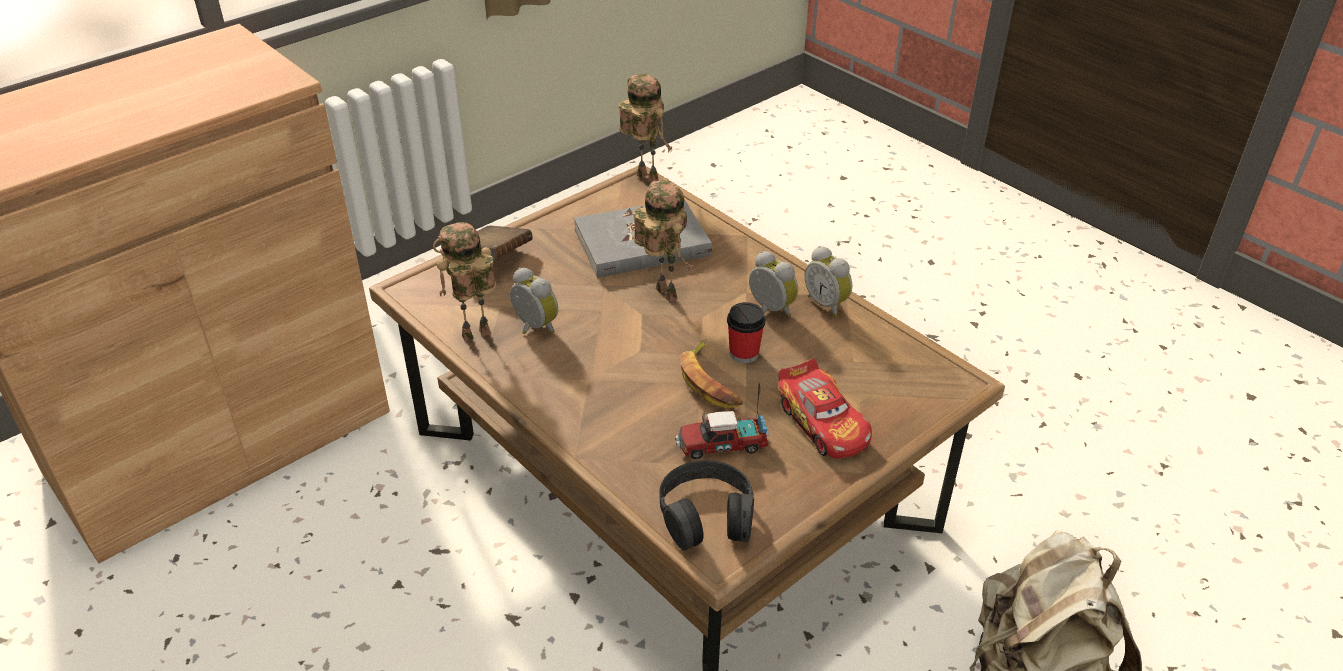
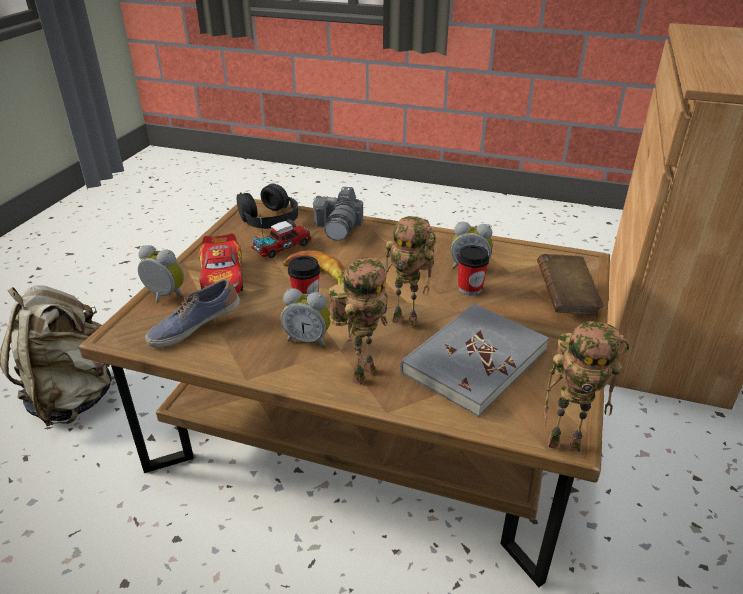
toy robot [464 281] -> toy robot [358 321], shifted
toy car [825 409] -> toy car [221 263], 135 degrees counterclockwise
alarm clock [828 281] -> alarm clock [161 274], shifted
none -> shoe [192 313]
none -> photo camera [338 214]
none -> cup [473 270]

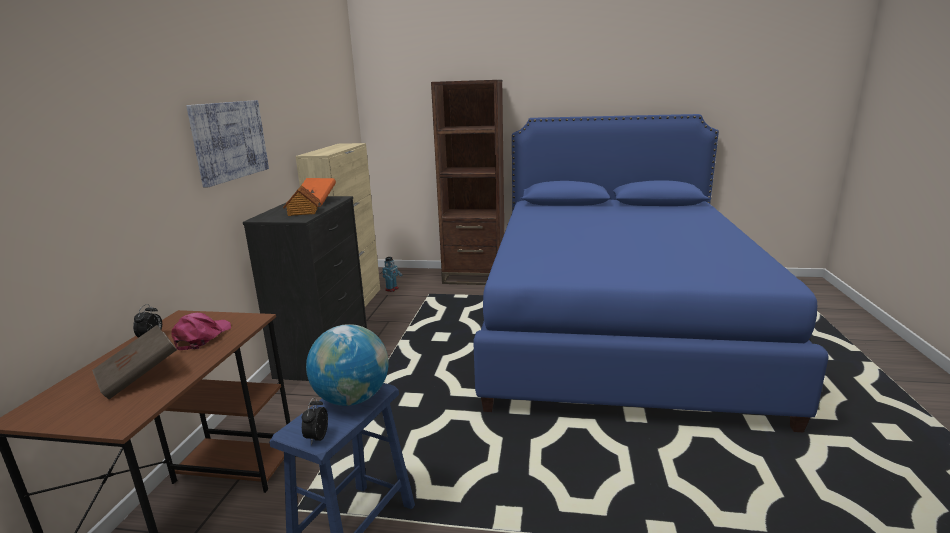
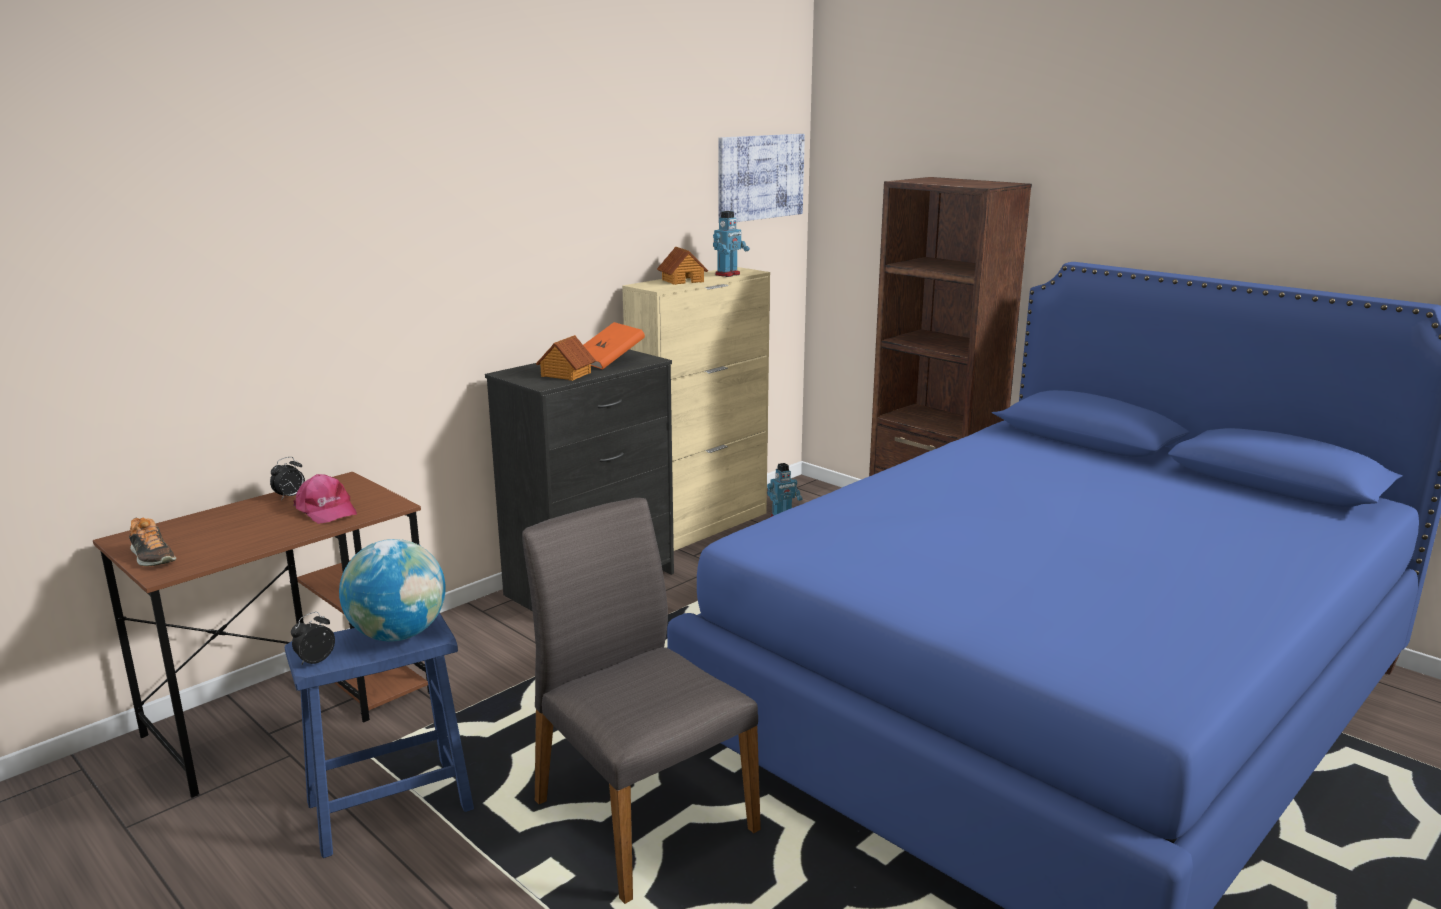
brown book [134 362] -> none
pink cap [201 331] -> pink cap [325 499], 90 degrees clockwise
picture [227 143] -> picture [761 178], shifted
none -> shoe [152 541]
none -> grey chair [641 701]
none -> toy house [682 266]
none -> toy robot [731 244]

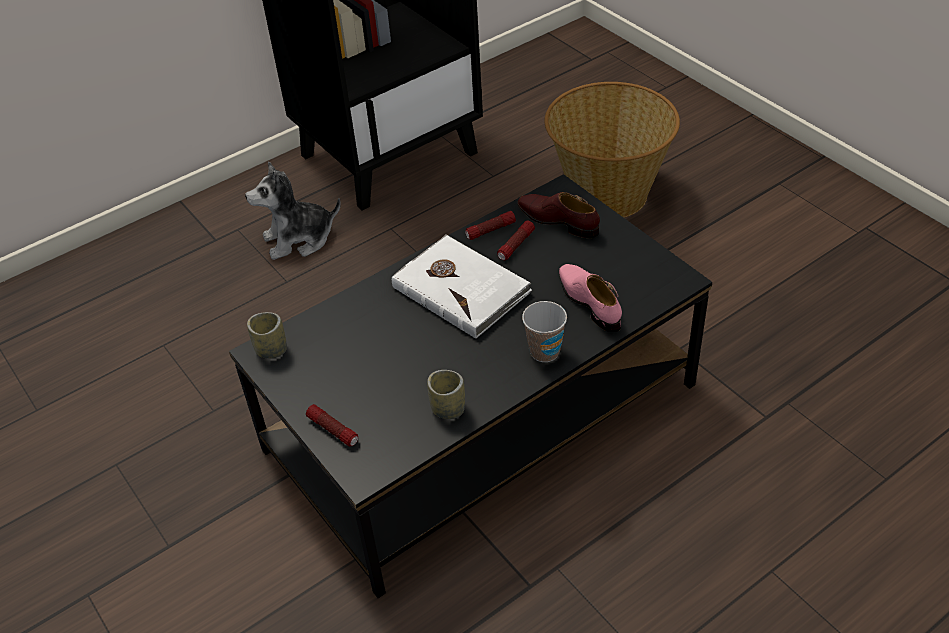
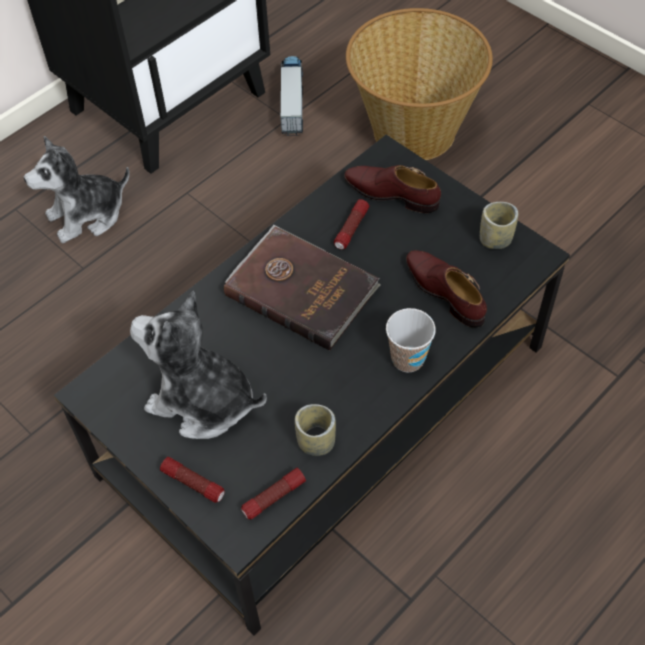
cup [267 335] -> cup [499 225], shifted
white book [462 286] -> brown book [302 288]
flashlight [490 225] -> flashlight [273 494], shifted
pink shoe [590 298] -> brown shoe [446 289]
none -> plush toy [198 365]
none -> toy truck [291 96]

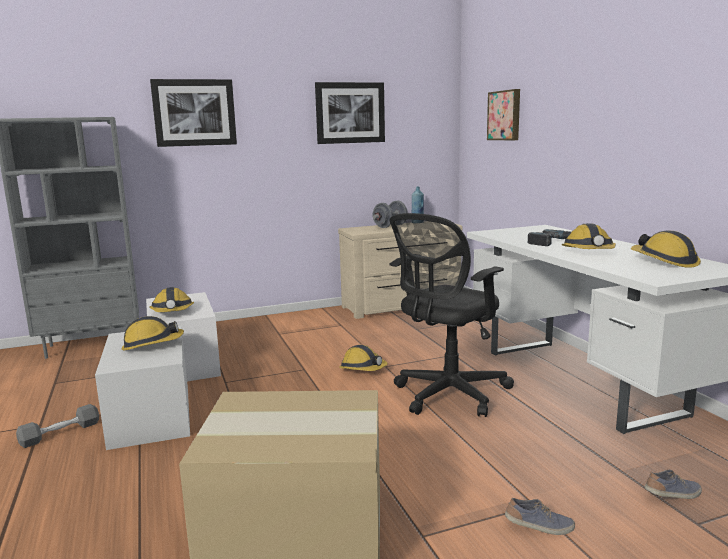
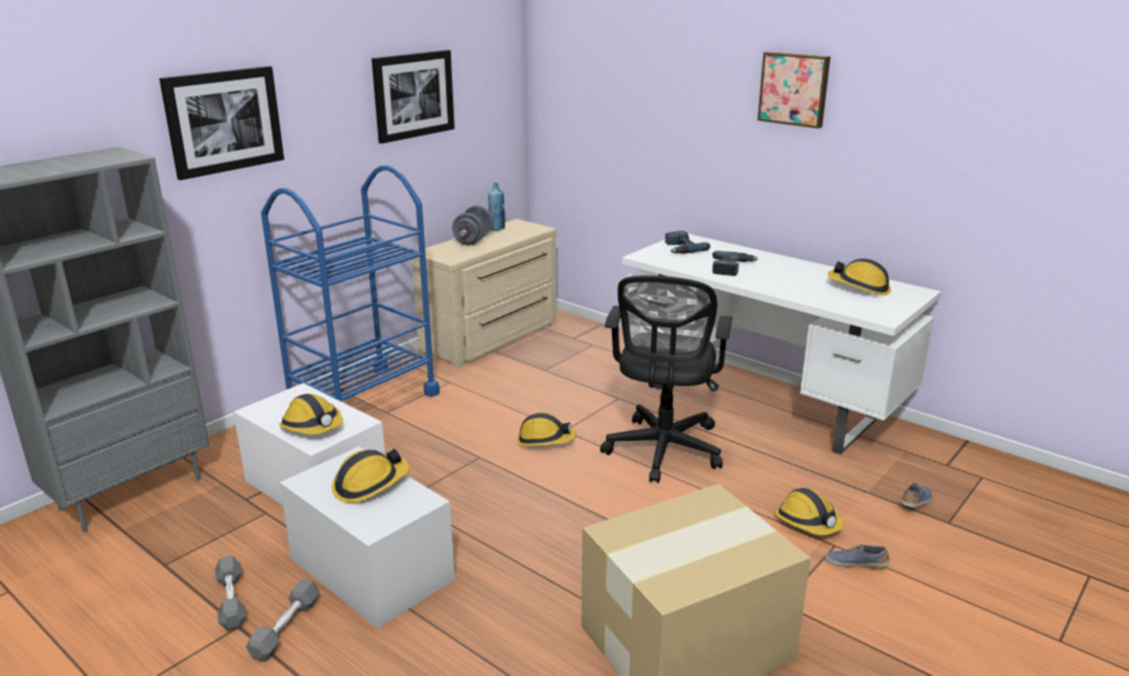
picture [503 114] -> picture [794 90], shifted
shoe [540 516] -> shoe [857 555], 135 degrees counterclockwise
hard hat [588 236] -> hard hat [809 511], shifted
none -> grey dumbbell [230 593]
none -> blue cart [350 283]
none -> power drill [687 242]

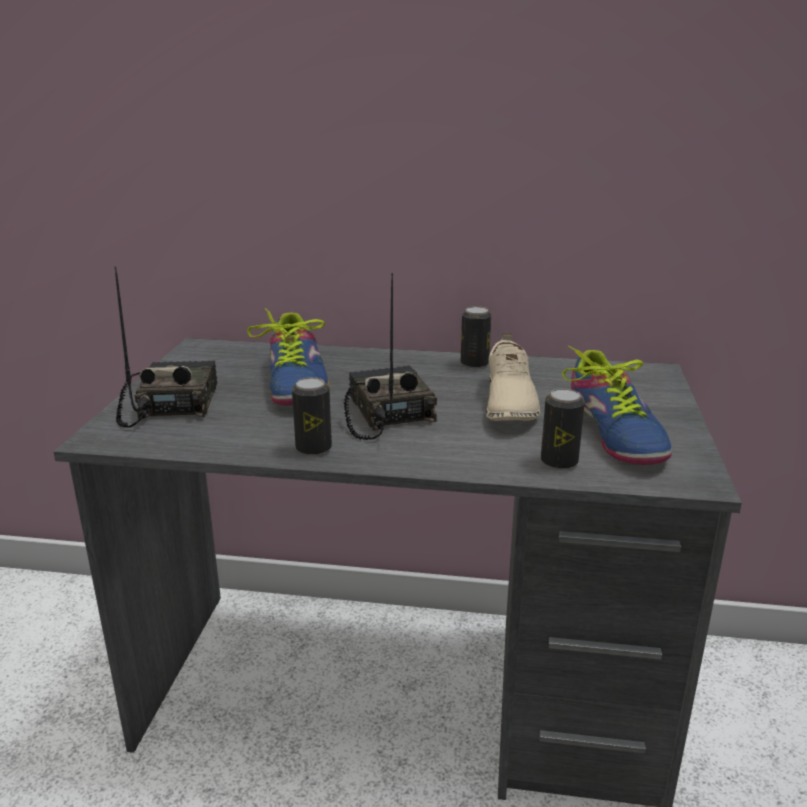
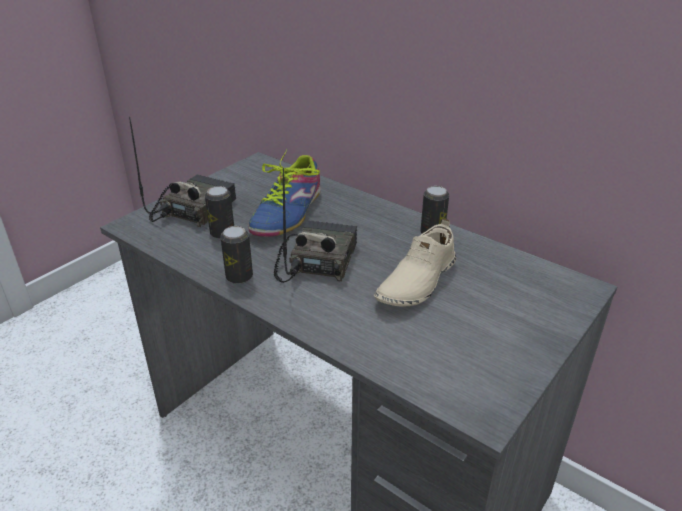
can [563 429] -> can [219 212], shifted
shoe [617 405] -> none

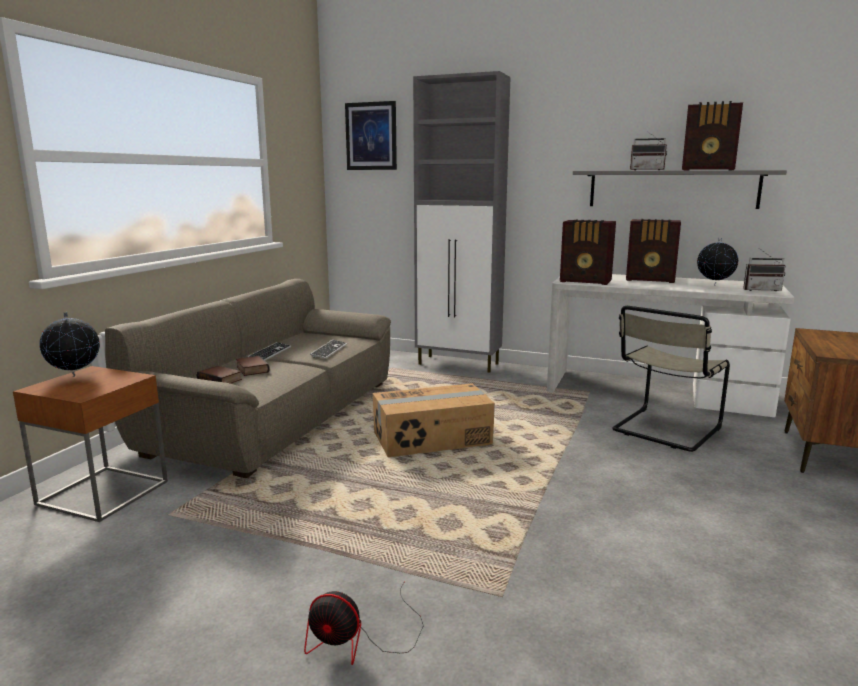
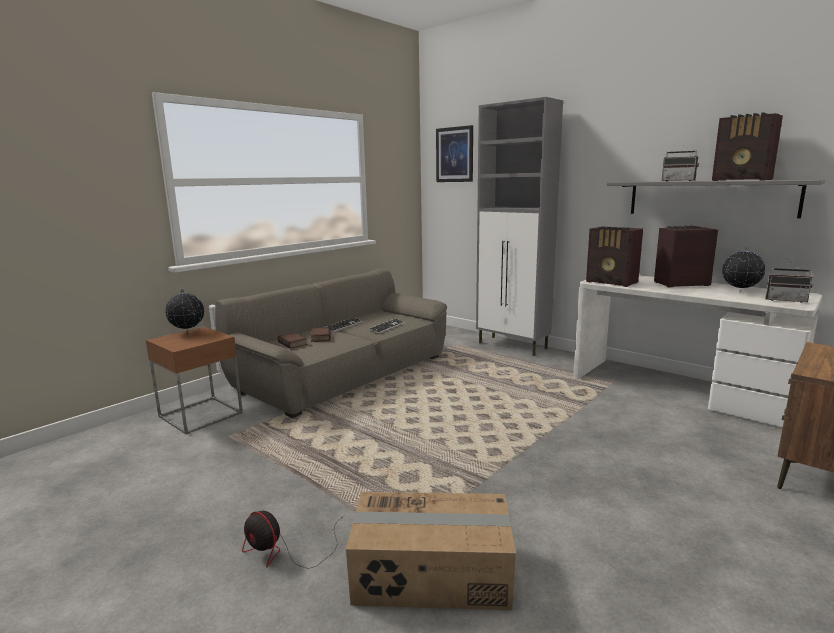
cardboard box [434 420] -> cardboard box [431 551], shifted
beige chair [671 379] -> none
radio [653 251] -> radio [686 256], 135 degrees clockwise

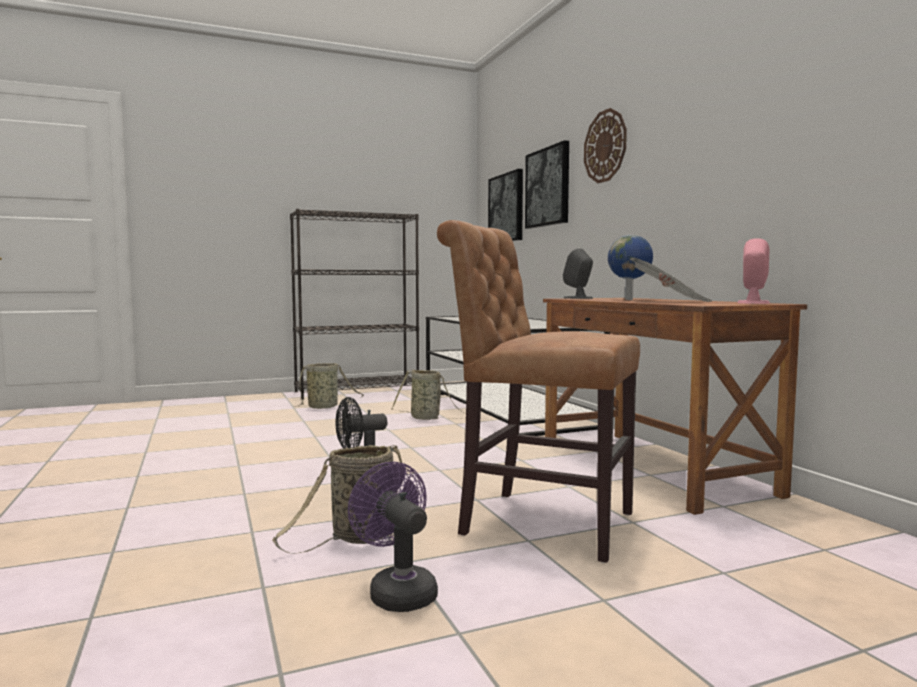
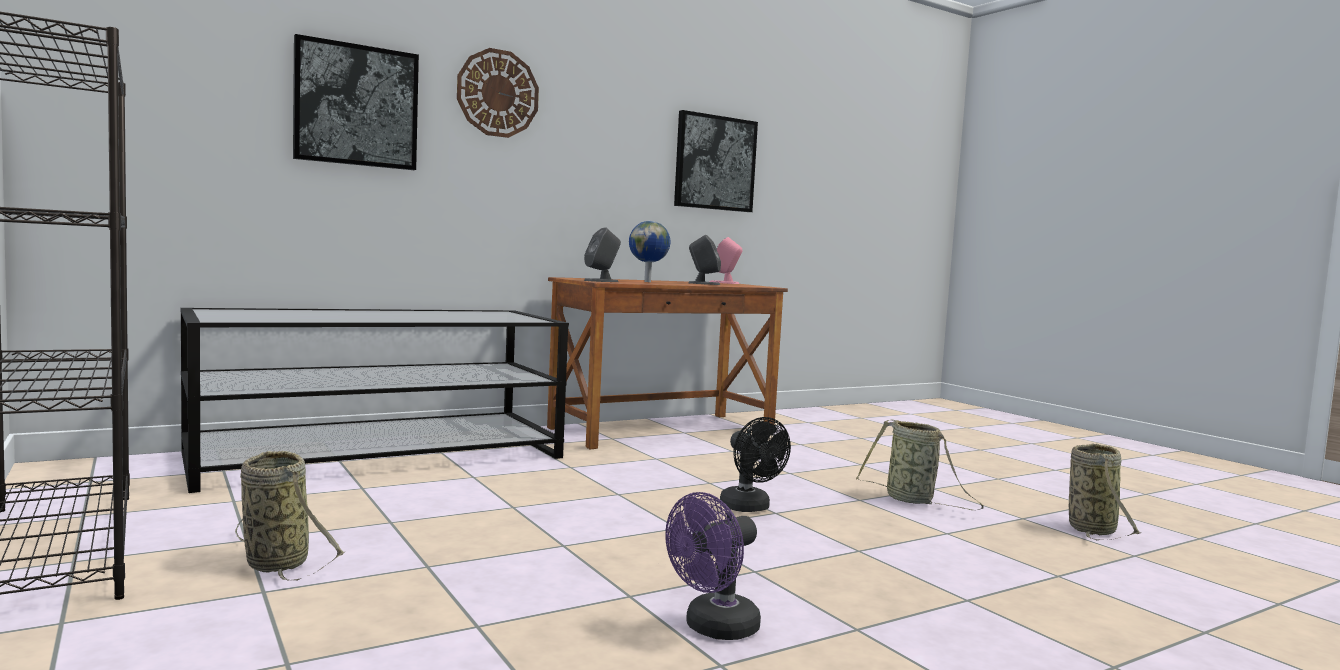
purple fan [393 537] -> purple fan [713 566], shifted
basket [428 395] -> basket [1105 491], shifted
brown chair [538 391] -> none
picture [505 205] -> picture [716 161], shifted
newspaper [671 280] -> grey speaker [704 260]

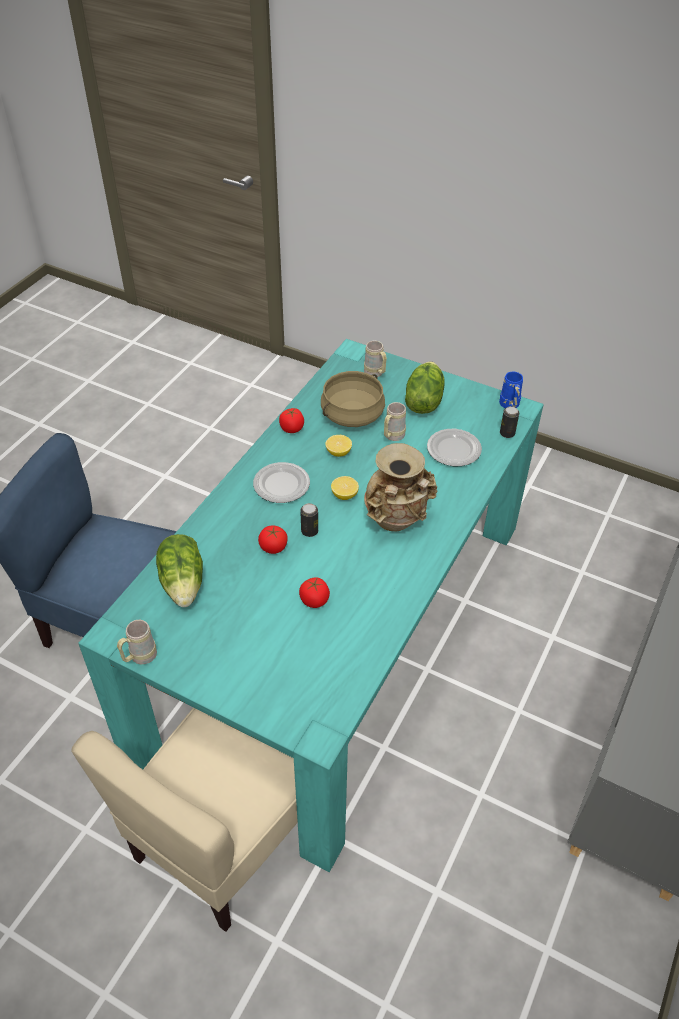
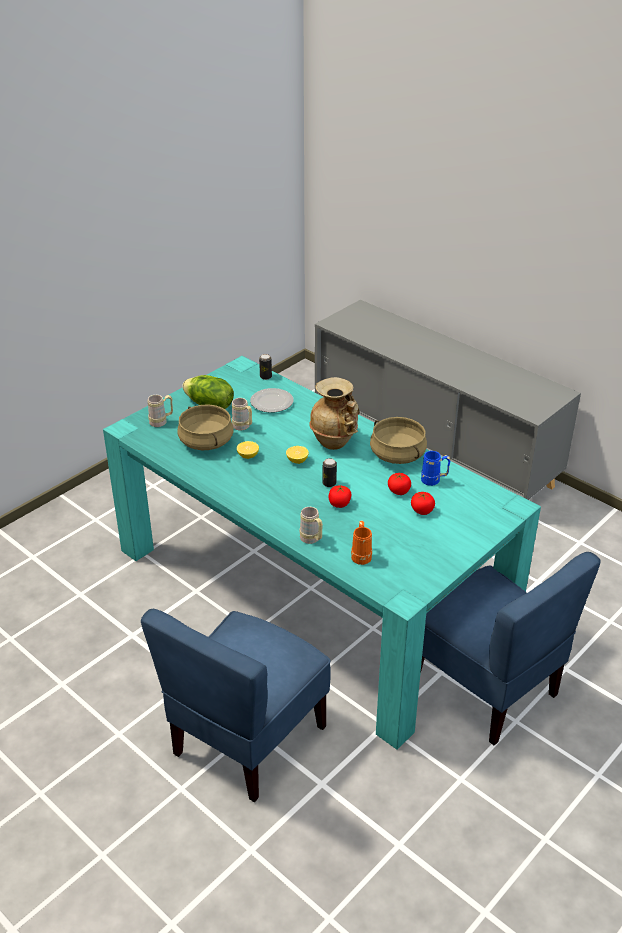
beige chair [184 820] -> blue chair [510 648]
beige mug [137 642] -> beige mug [311 525], shifted
lettuce [179 570] -> orange mug [361 542]
plate [281 482] -> none
tomato [291 420] -> tomato [423 503], shifted
blue mug [511 390] -> blue mug [436 468], shifted
none -> beige cooking pot [398 440]

